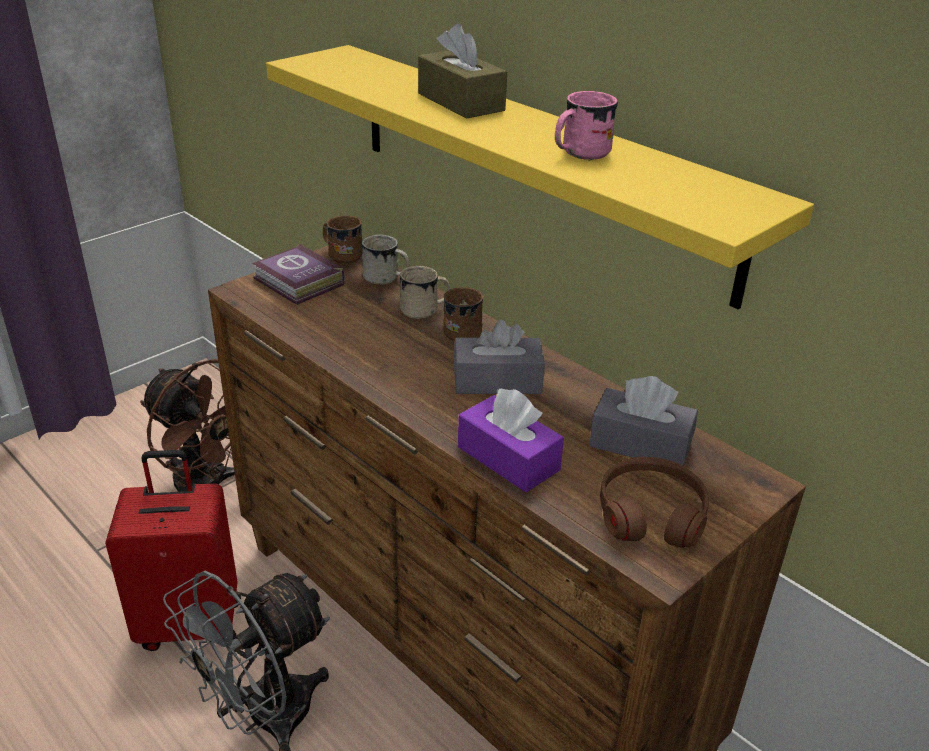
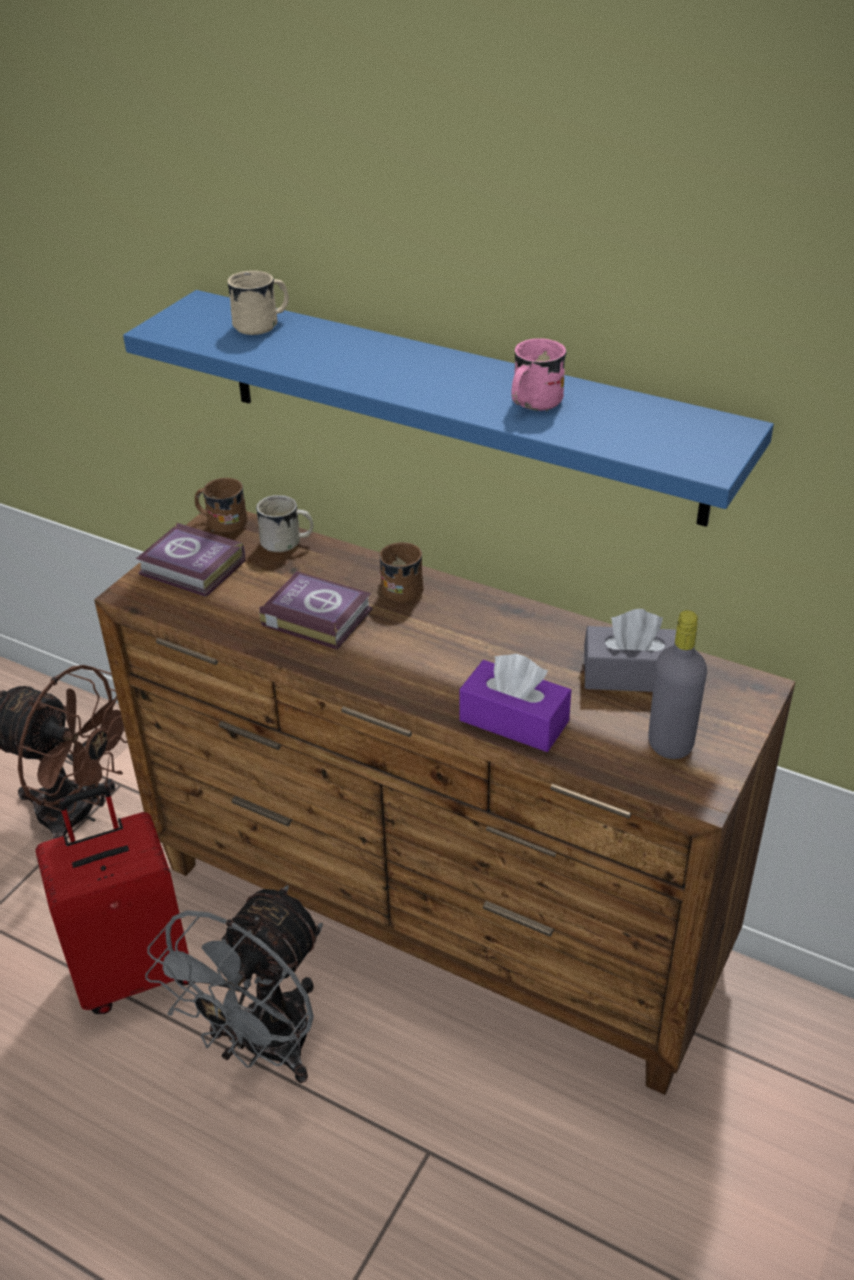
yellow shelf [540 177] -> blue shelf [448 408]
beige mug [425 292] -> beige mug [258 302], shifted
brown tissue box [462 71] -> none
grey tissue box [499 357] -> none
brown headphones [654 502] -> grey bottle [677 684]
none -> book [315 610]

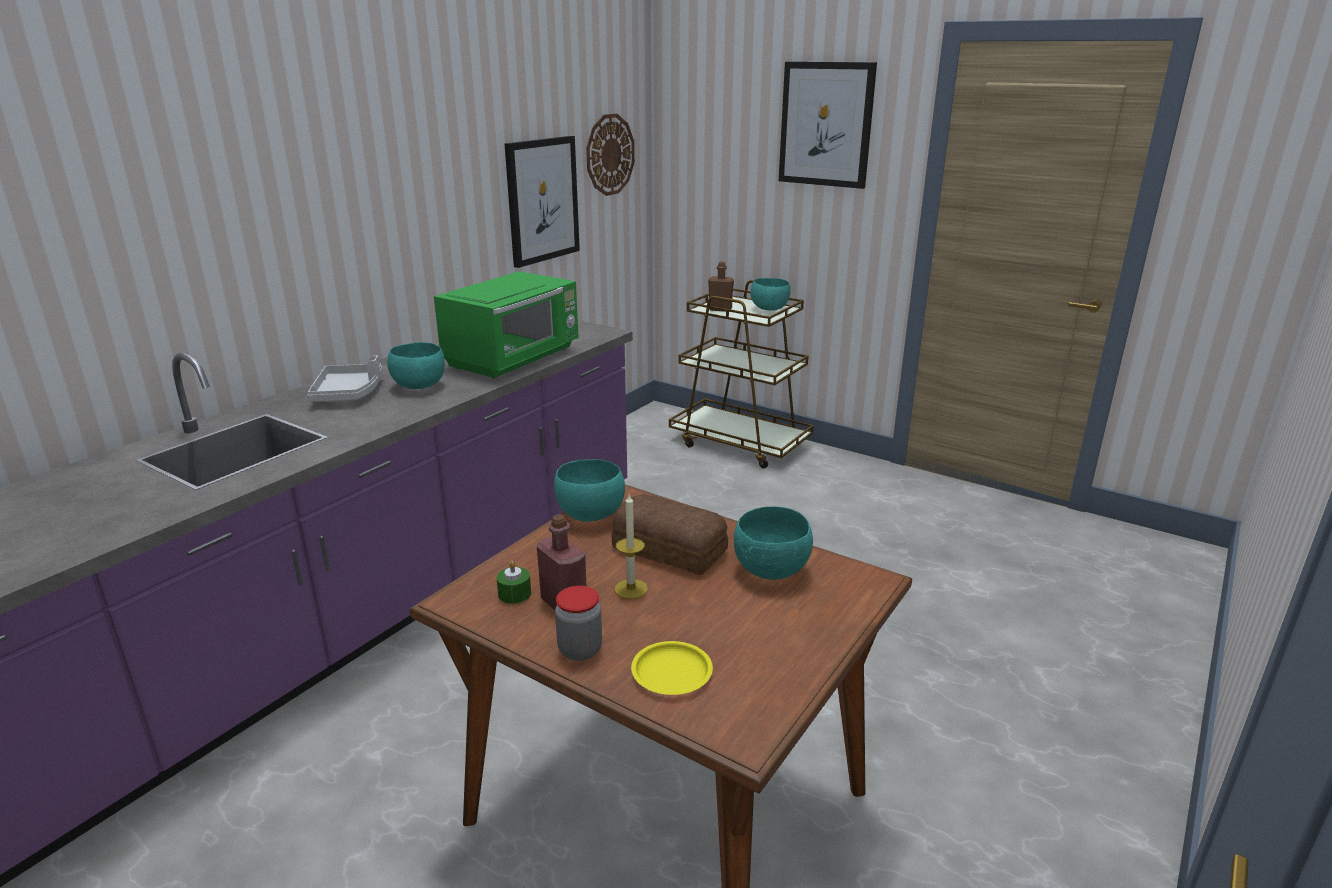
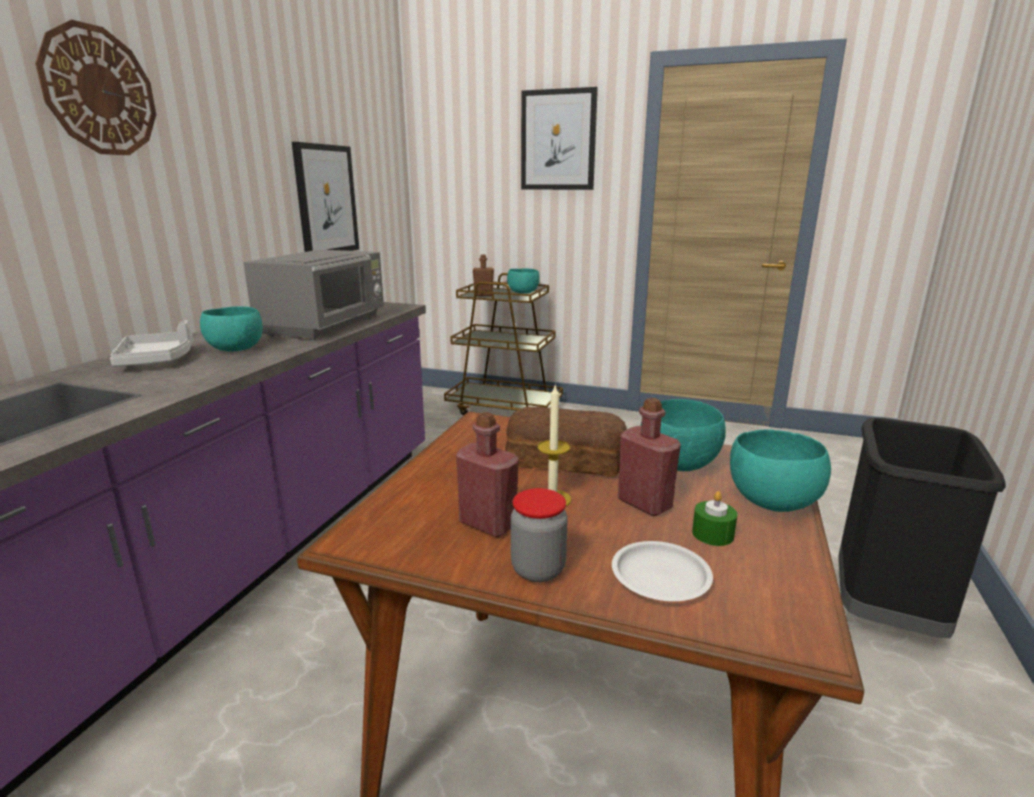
green microwave [506 325] -> grey microwave [313 295]
green candle [514 582] -> green candle [715 518], shifted
turquoise bowl [589 490] -> turquoise bowl [780 470], shifted
wall clock [610 155] -> wall clock [95 87], shifted
yellow plate [672 668] -> white plate [662 571]
none -> red bottle [649 457]
none -> black trash can [922 528]

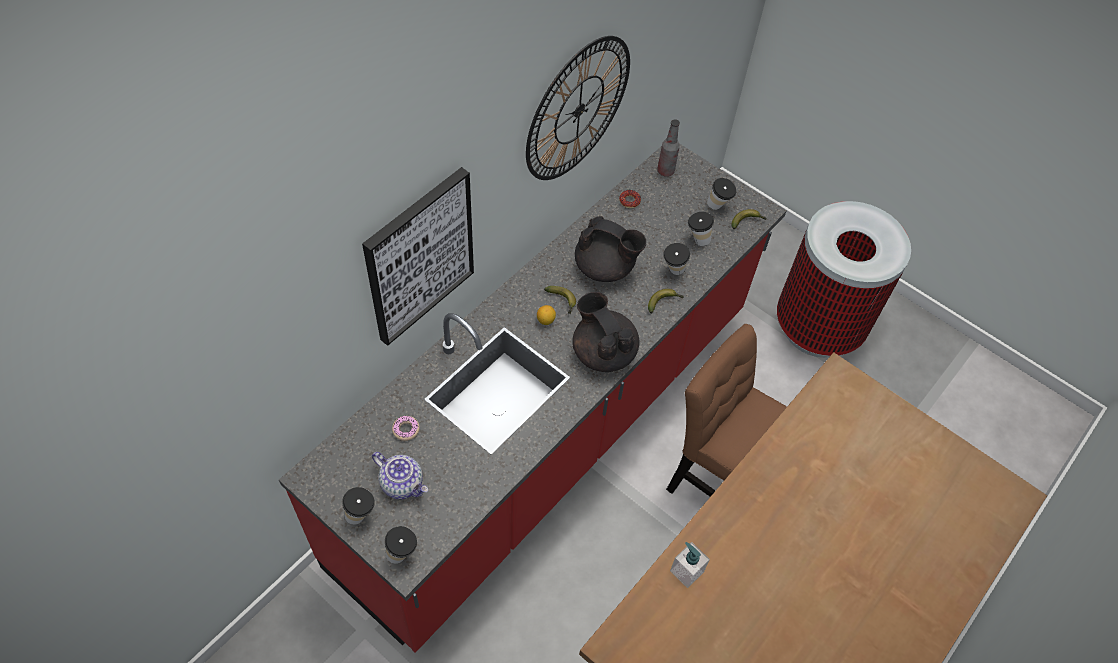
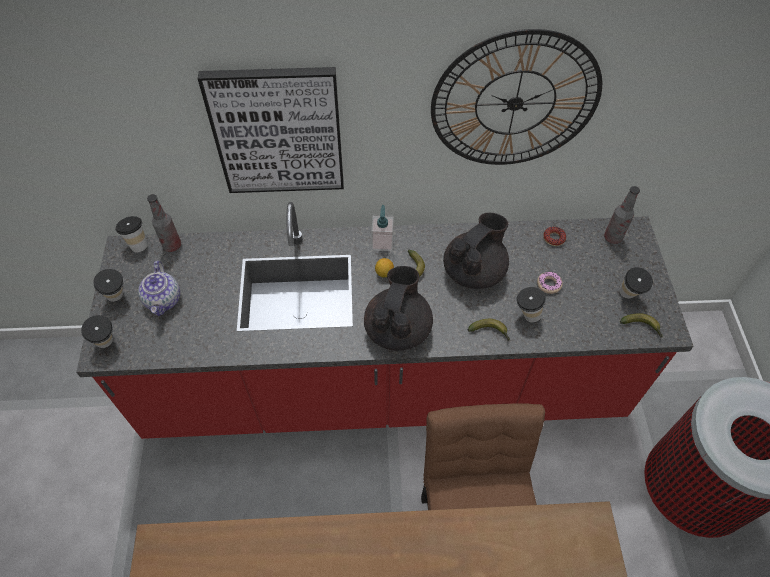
donut [406 428] -> donut [550 282], shifted
black teapot [610 249] -> black teapot [476 251], 120 degrees counterclockwise
soap dispenser [690 565] -> soap dispenser [382 228], shifted
cup [701 229] -> cup [131 234], shifted
none -> bottle [164 223]

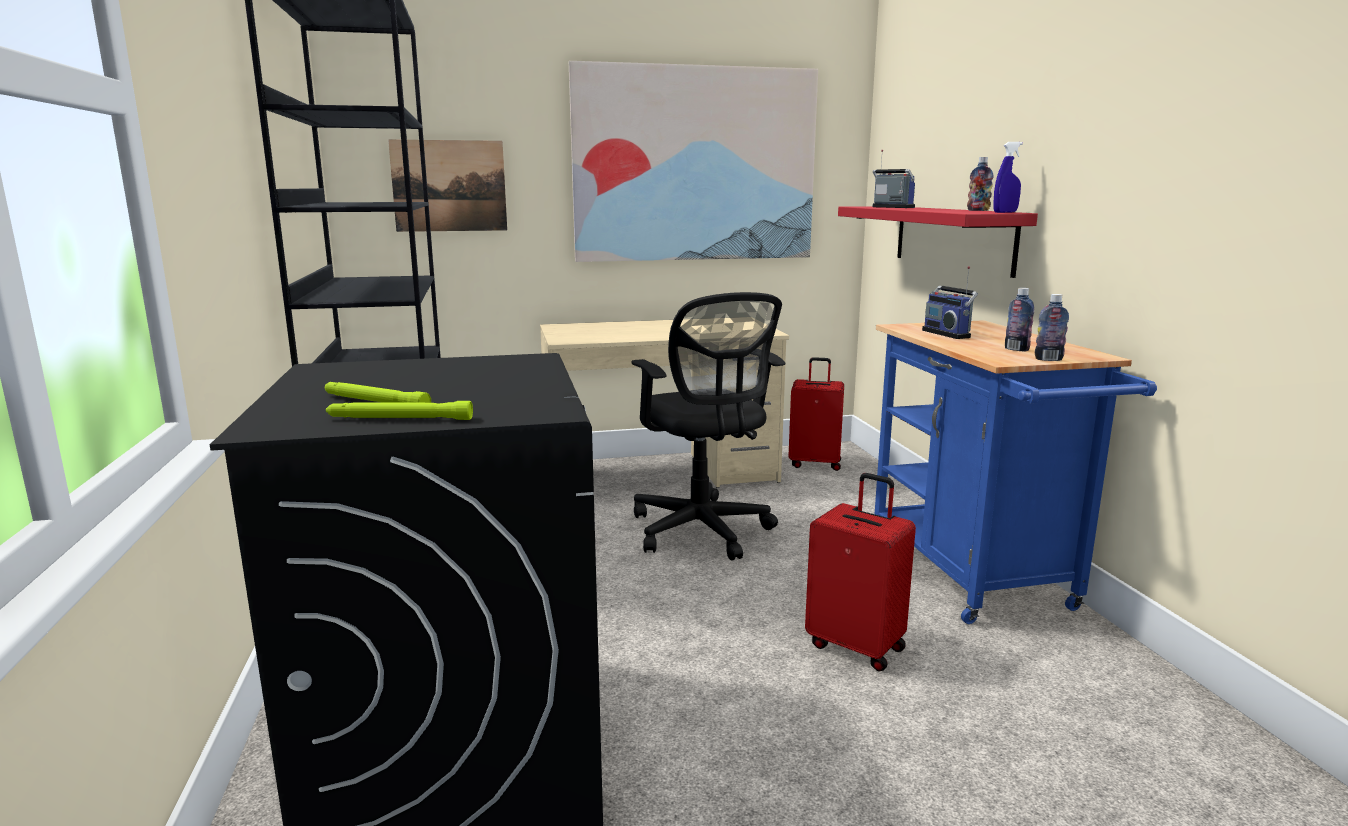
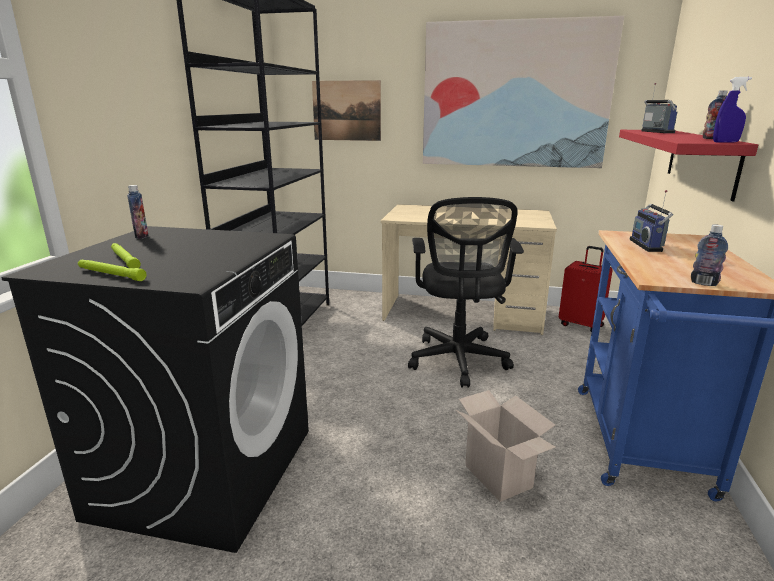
red suitcase [860 572] -> cardboard box [506 446]
bottle [1019 320] -> bottle [137 212], shifted

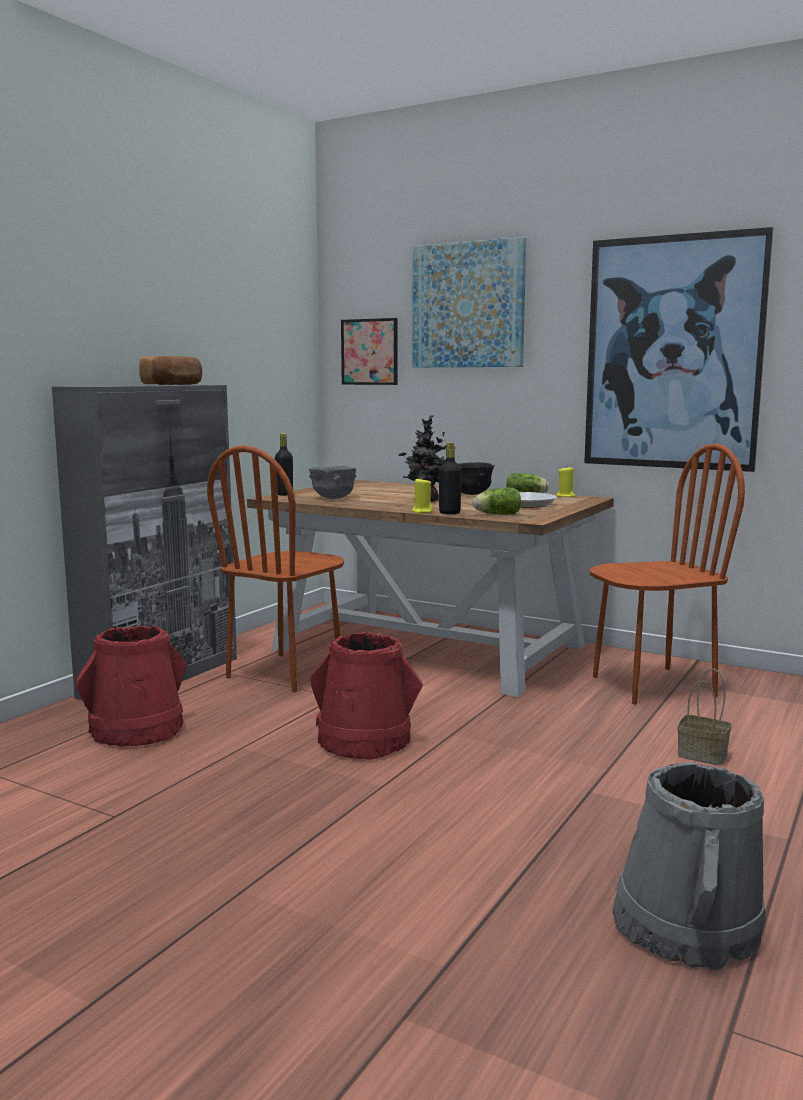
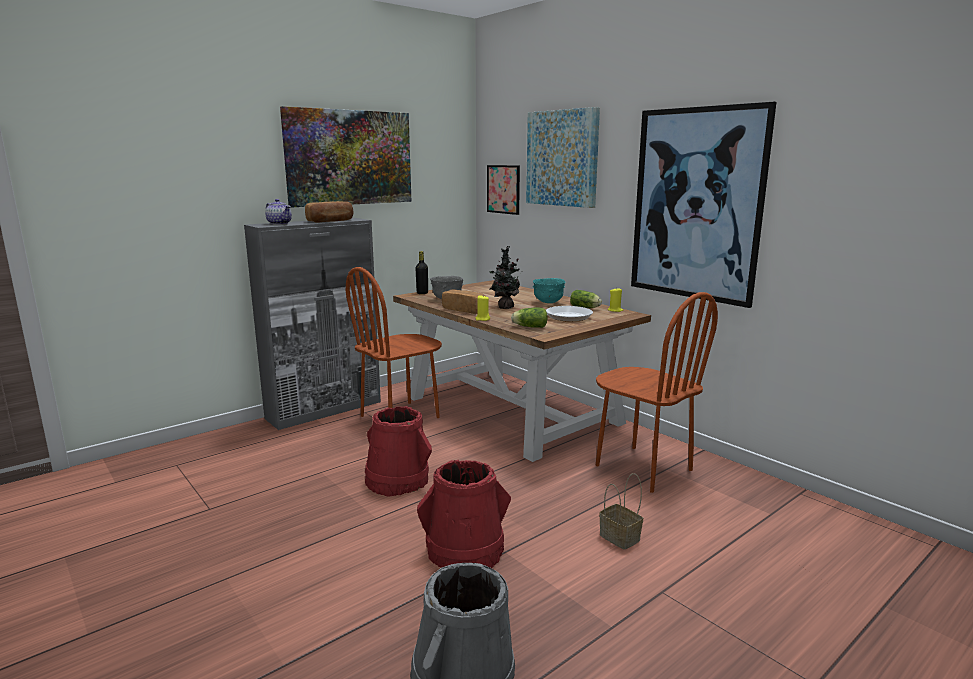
red bucket [131 686] -> red bucket [464 514], shifted
black bottle [450 478] -> none
black bowl [476 478] -> turquoise bowl [549 290]
brown chair [667 574] -> brown chair [657 392], 45 degrees clockwise
none -> teapot [278 212]
none -> picture [346 157]
none -> bread [463 301]

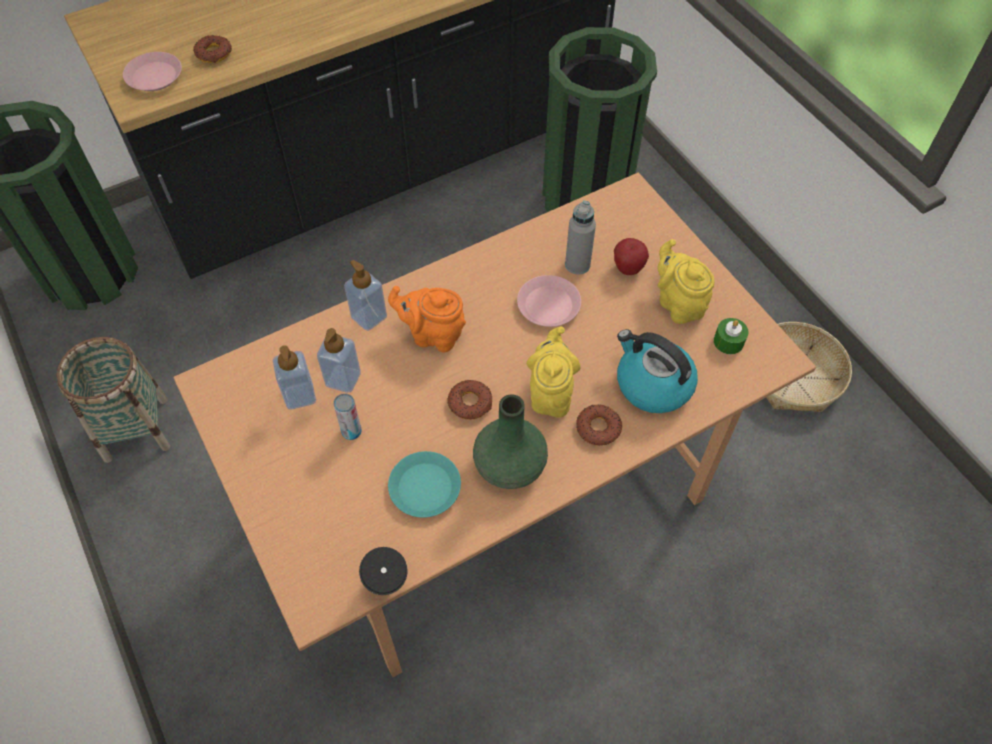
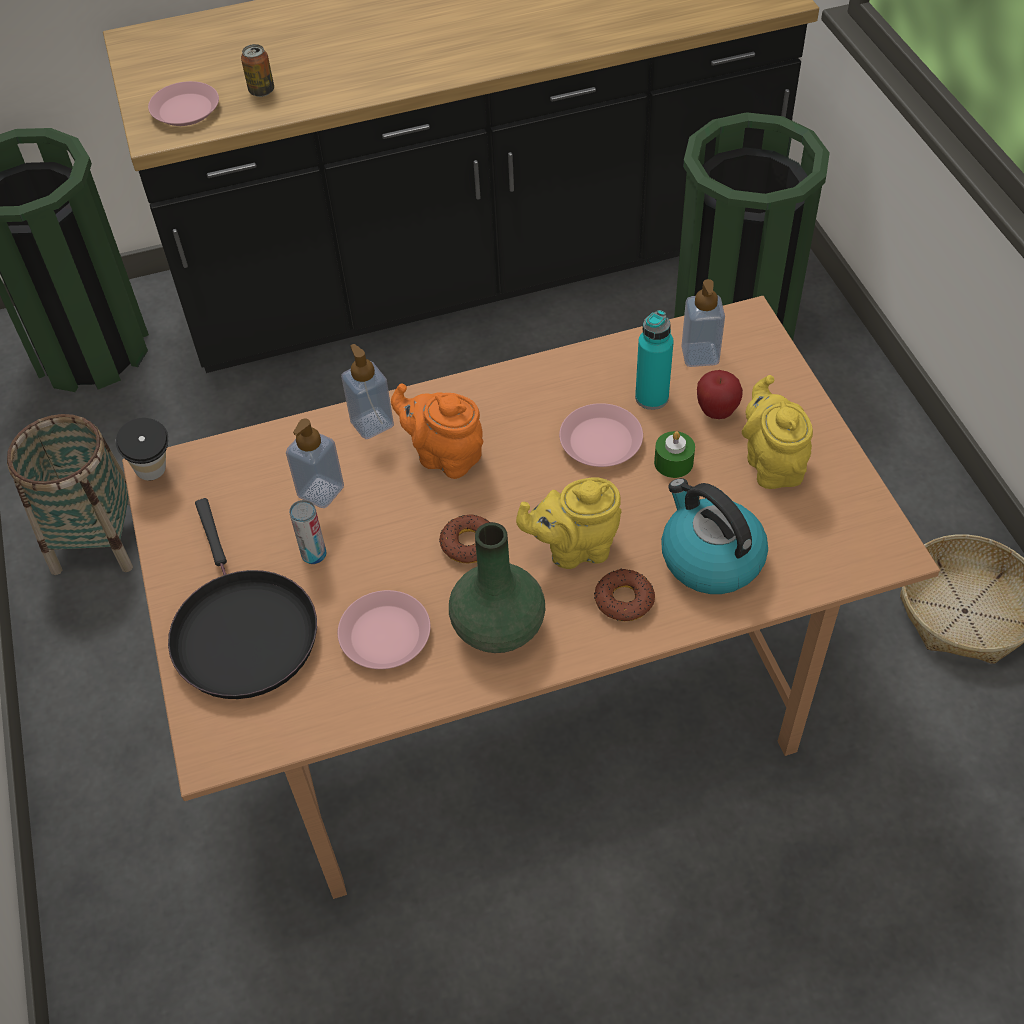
donut [212 49] -> can [257 70]
soap dispenser [294 377] -> soap dispenser [703 323], shifted
cup [383 571] -> cup [142 449], shifted
turquoise plate [424 484] -> pink plate [384 629]
yellow teapot [553 372] -> yellow teapot [569 523], 120 degrees counterclockwise
grey bottle [580 238] -> turquoise bottle [654 360]
green candle [731 336] -> green candle [674 454], shifted
none -> black frying pan [242 598]

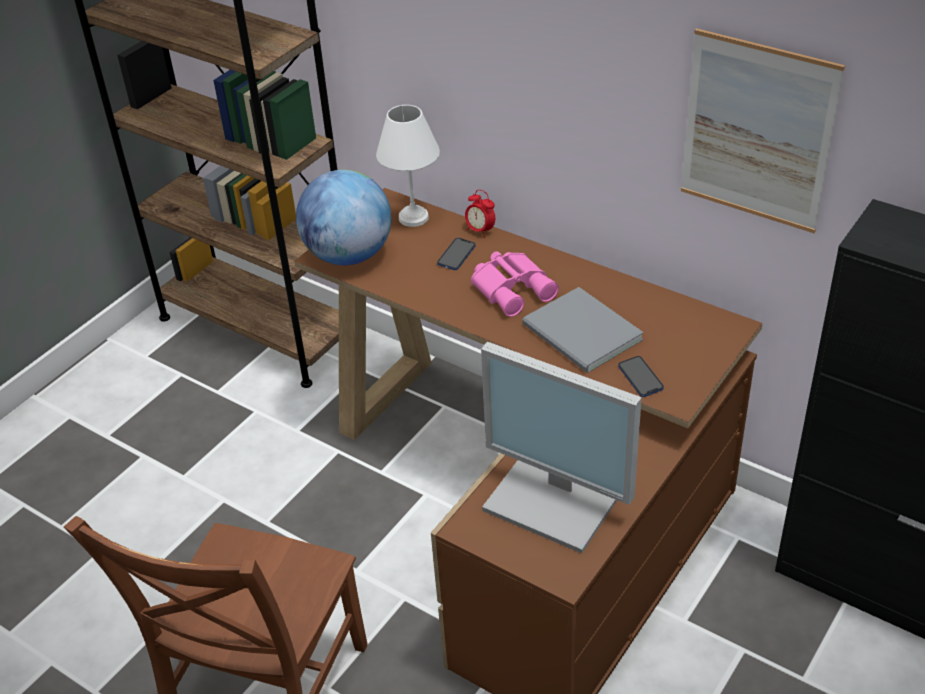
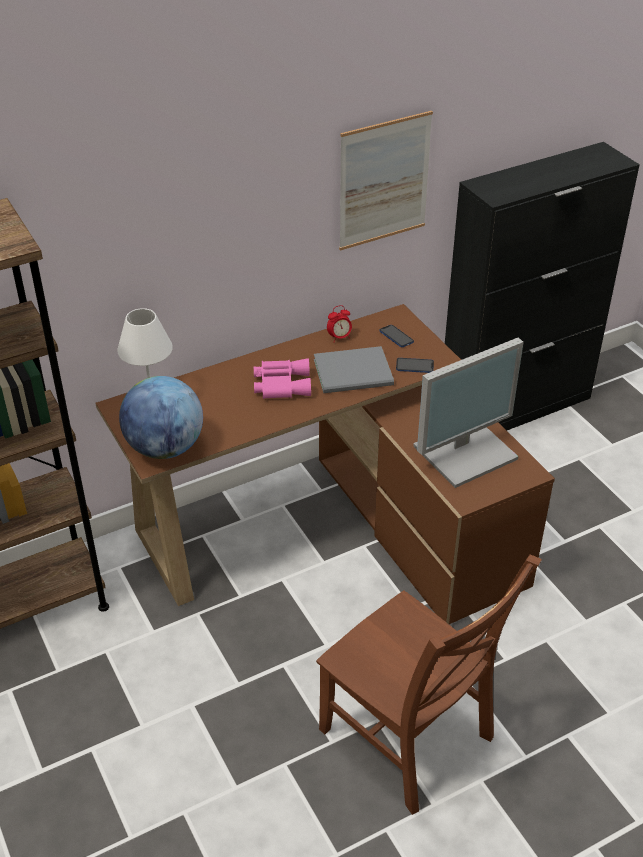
phone [456 254] -> phone [396 336], shifted
alarm clock [480 214] -> alarm clock [339 323], shifted

